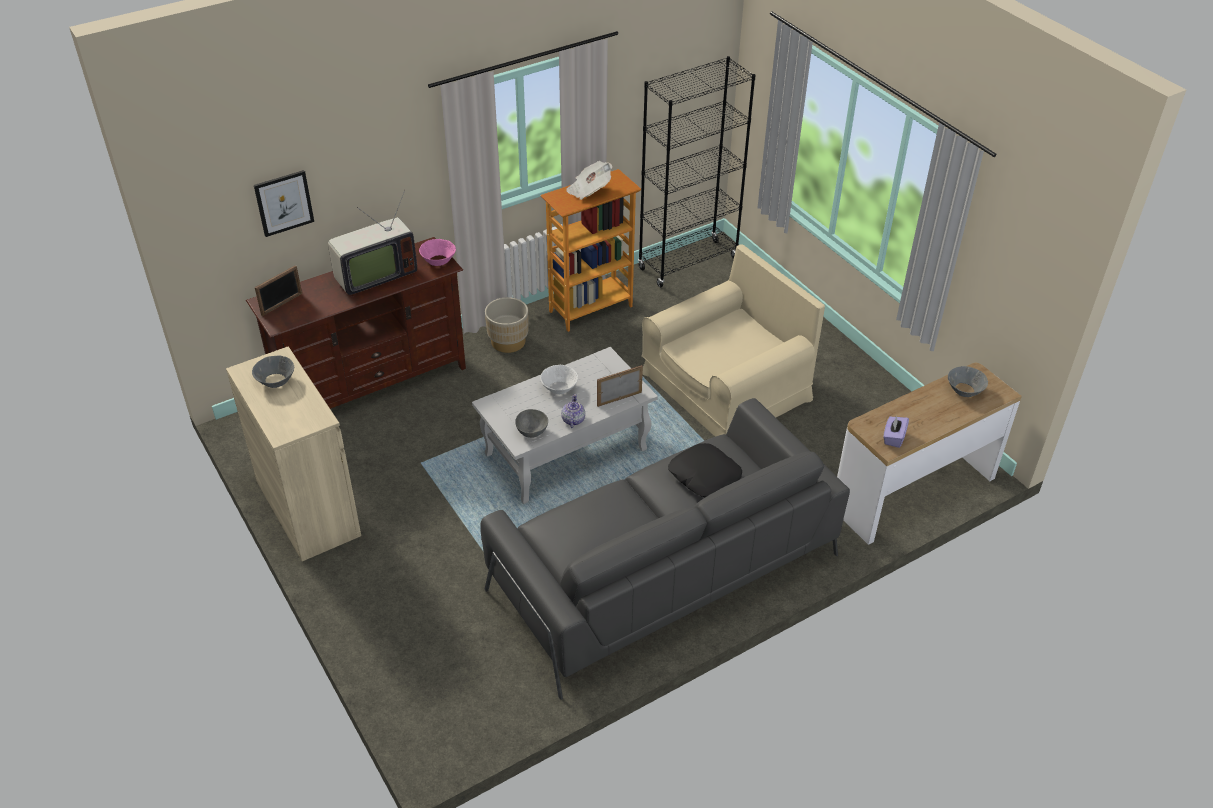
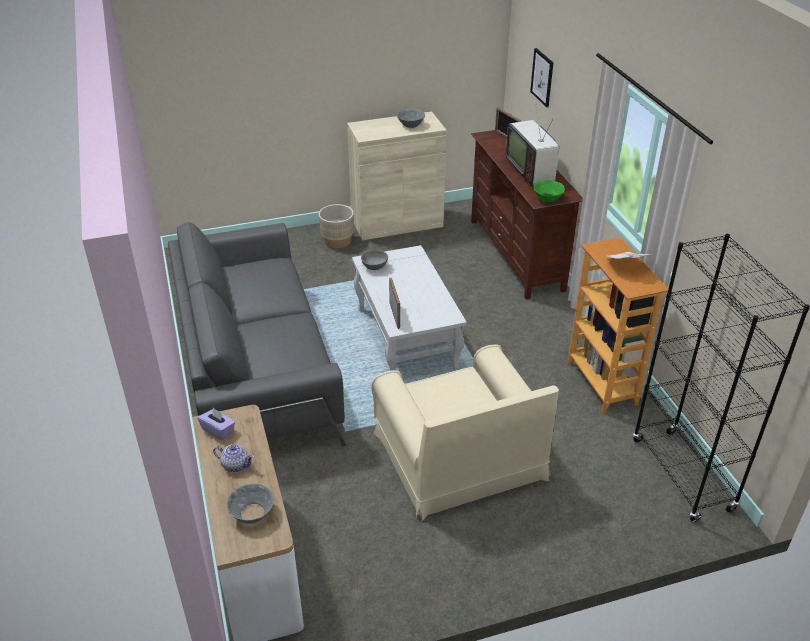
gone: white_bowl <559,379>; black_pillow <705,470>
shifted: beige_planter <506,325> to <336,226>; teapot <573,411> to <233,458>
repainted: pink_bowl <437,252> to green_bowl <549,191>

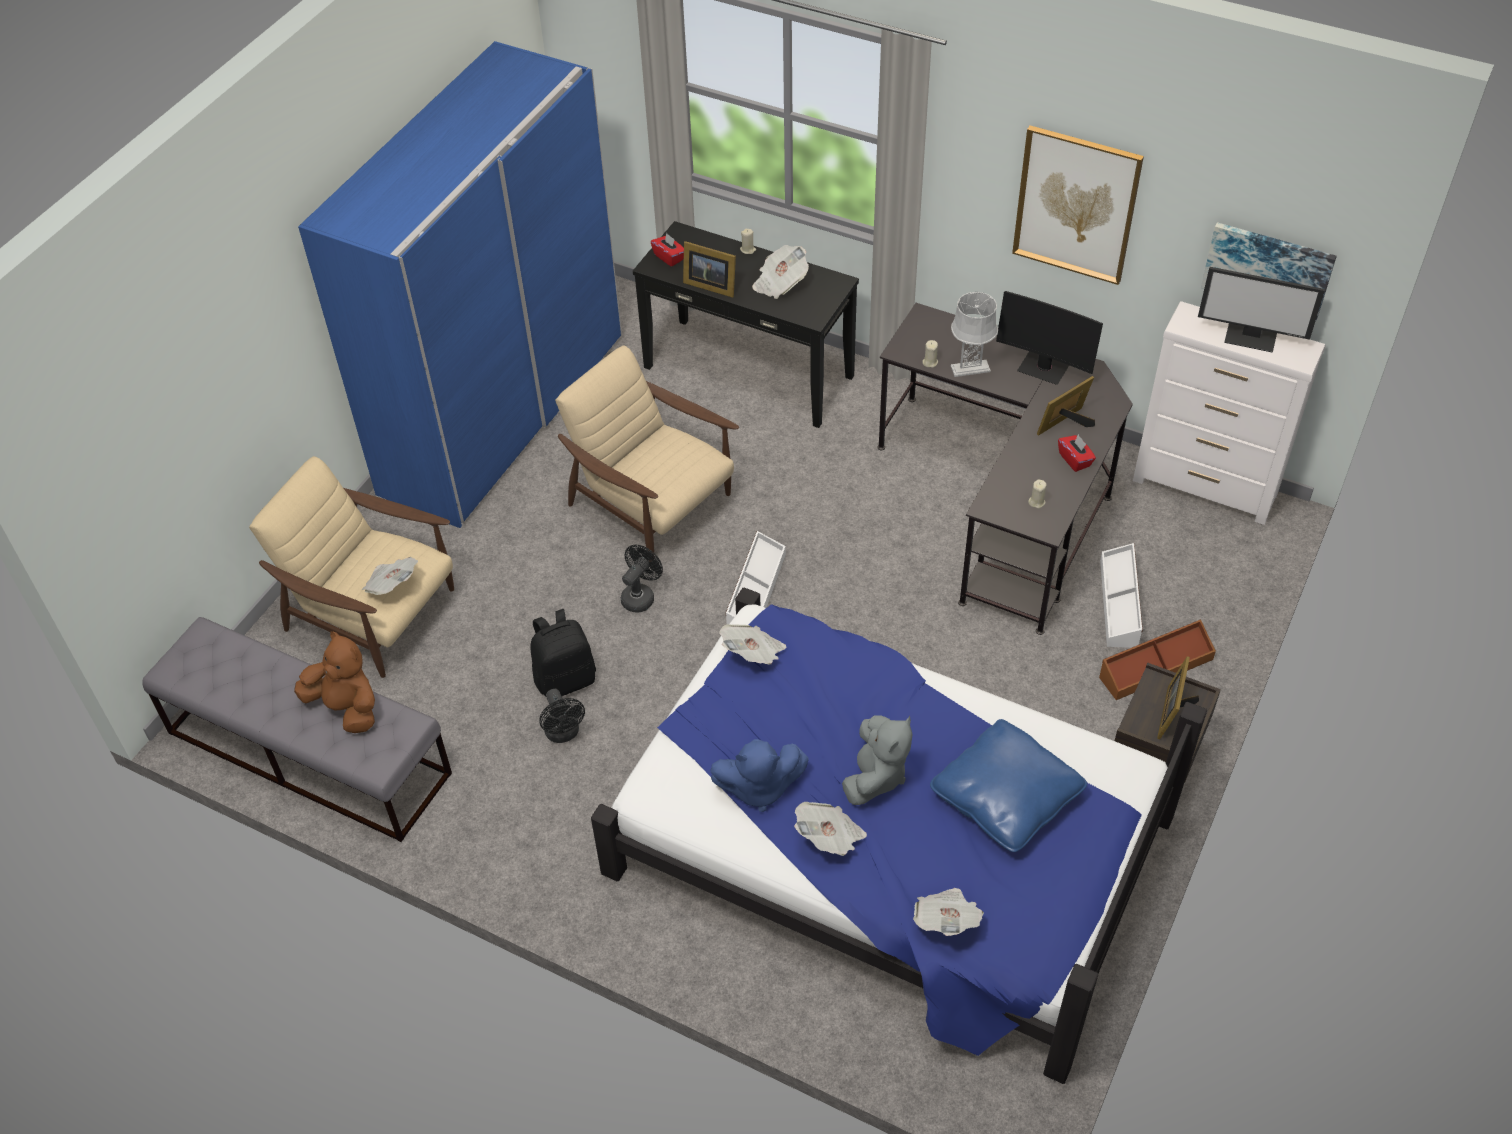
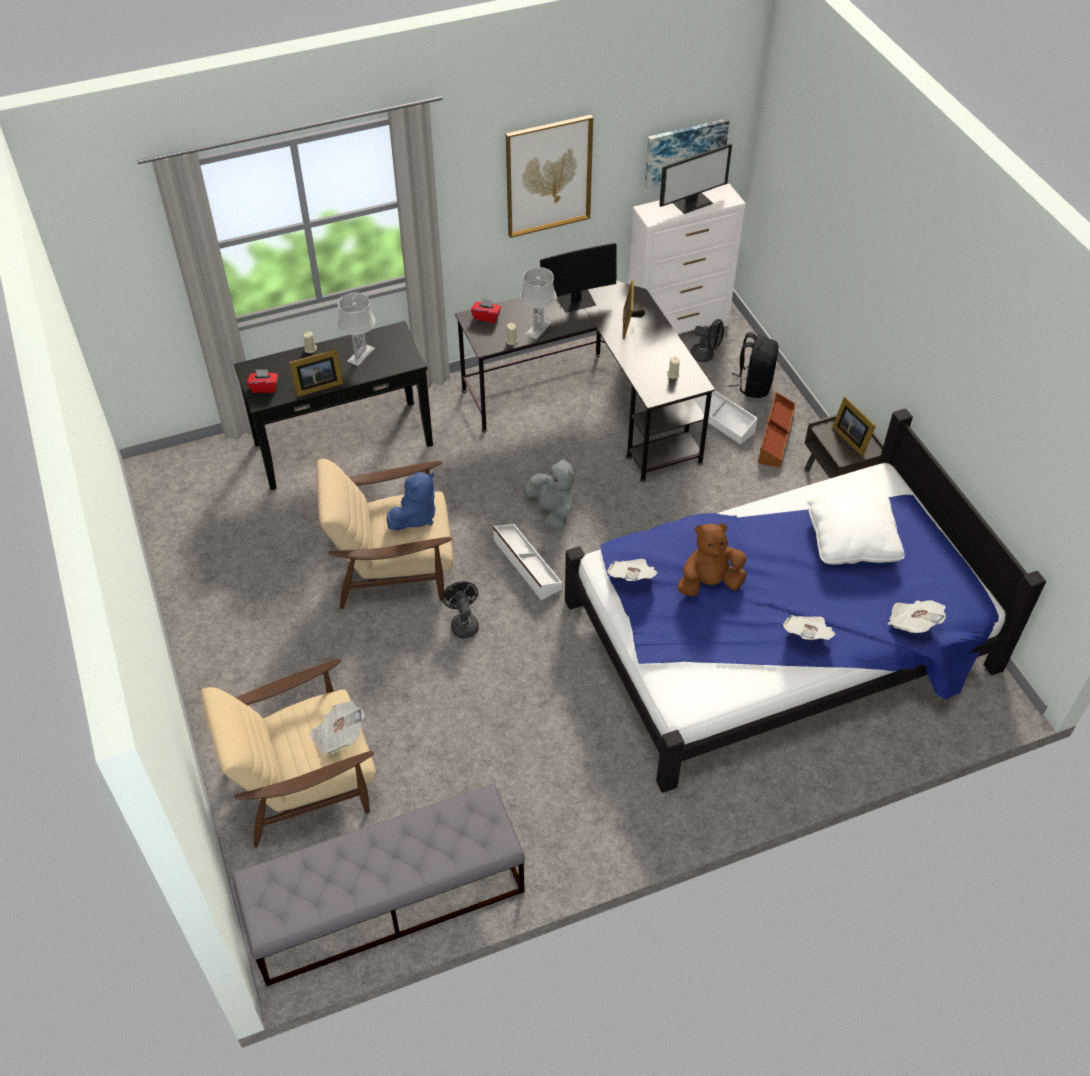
gone: blue_wardrobe <460,284>
shifted: brown_plush_toy <334,682> to <711,559>; black_backpack <563,652> to <754,365>; black_fan <562,716> to <707,340>; blue_plush_toy <760,775> to <410,501>; grey_plush_toy <877,760> to <549,493>; red_tissue_box <1077,453> to <486,310>
swapped: newspaper <780,272> to grey_table_lamp <356,329>
repainted: blue_pillow <1008,785> to white_pillow <856,529>

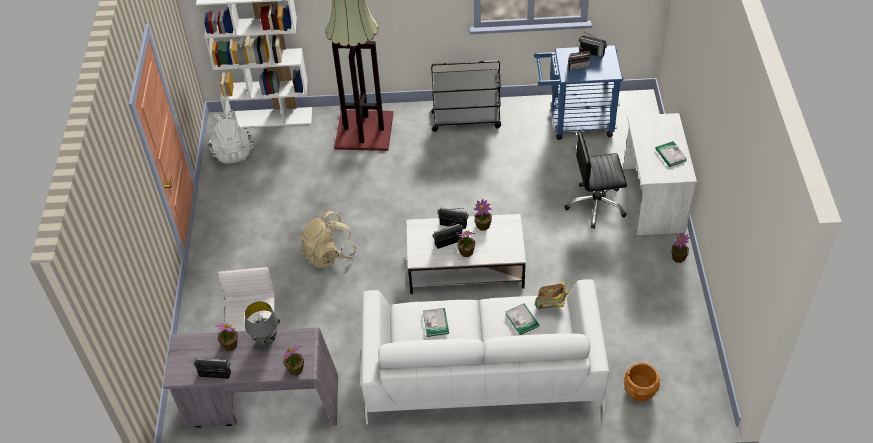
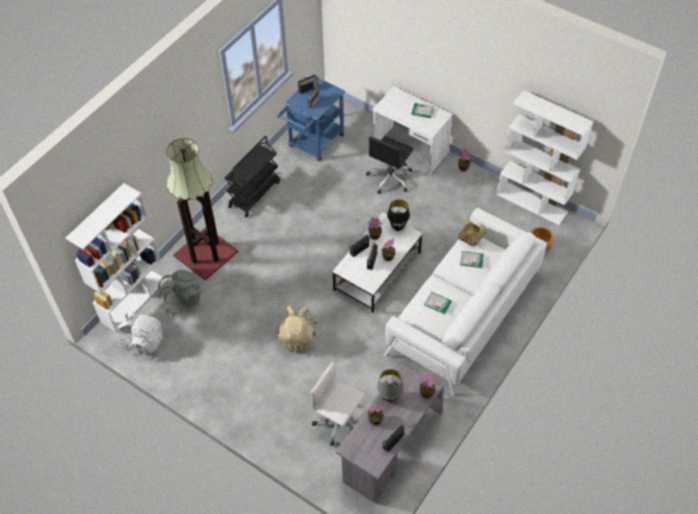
new: grey_backpack <180,292>; black_table_lamp <398,215>; white_bookcase <545,158>

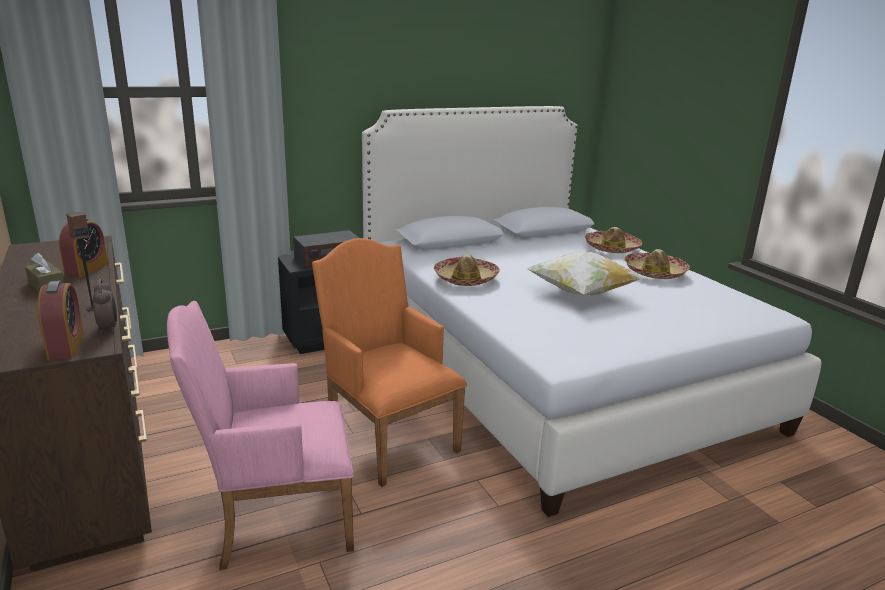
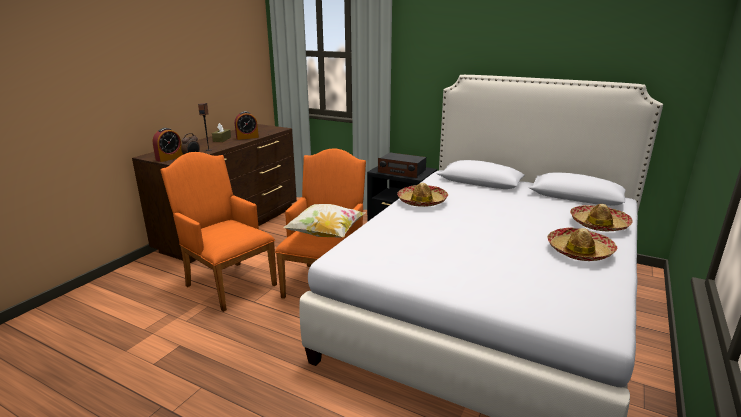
shifted: pillow <585,274> to <324,221>
repainted: pink_armchair <260,435> to orange_armchair <218,232>

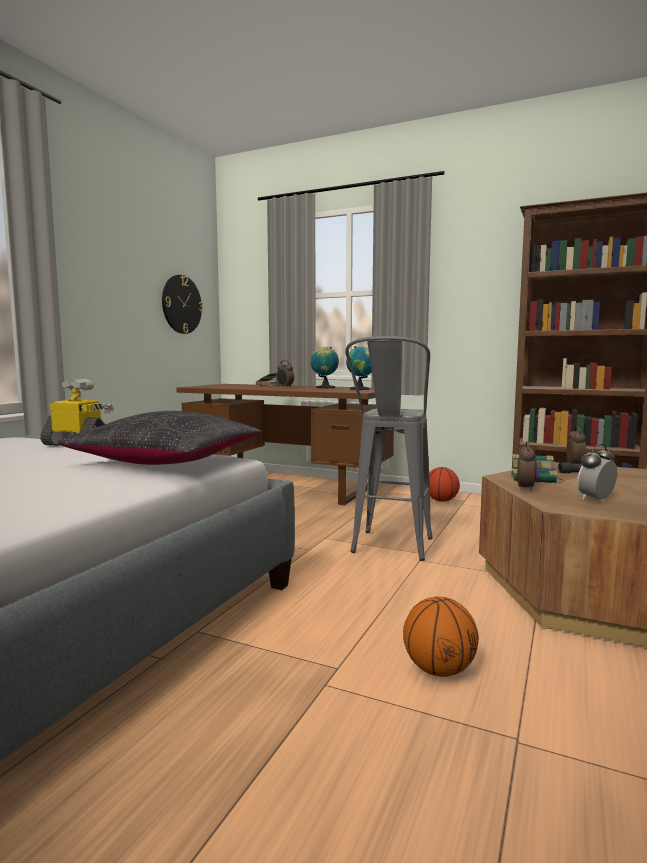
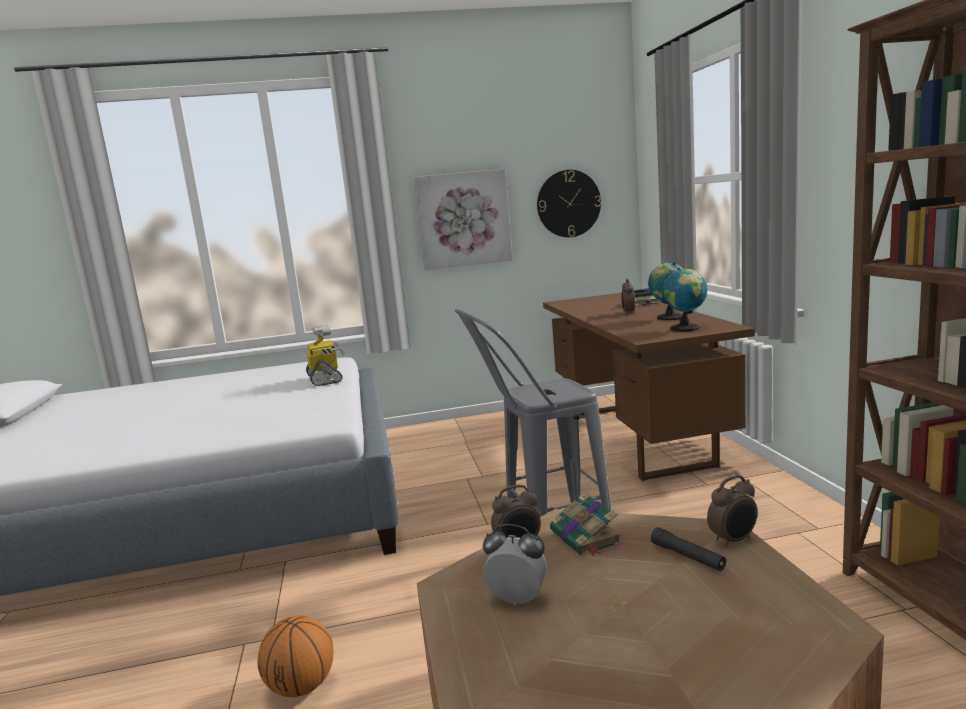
gone: black_pillow <159,438>; basketball <444,484>
new: picture <463,219>

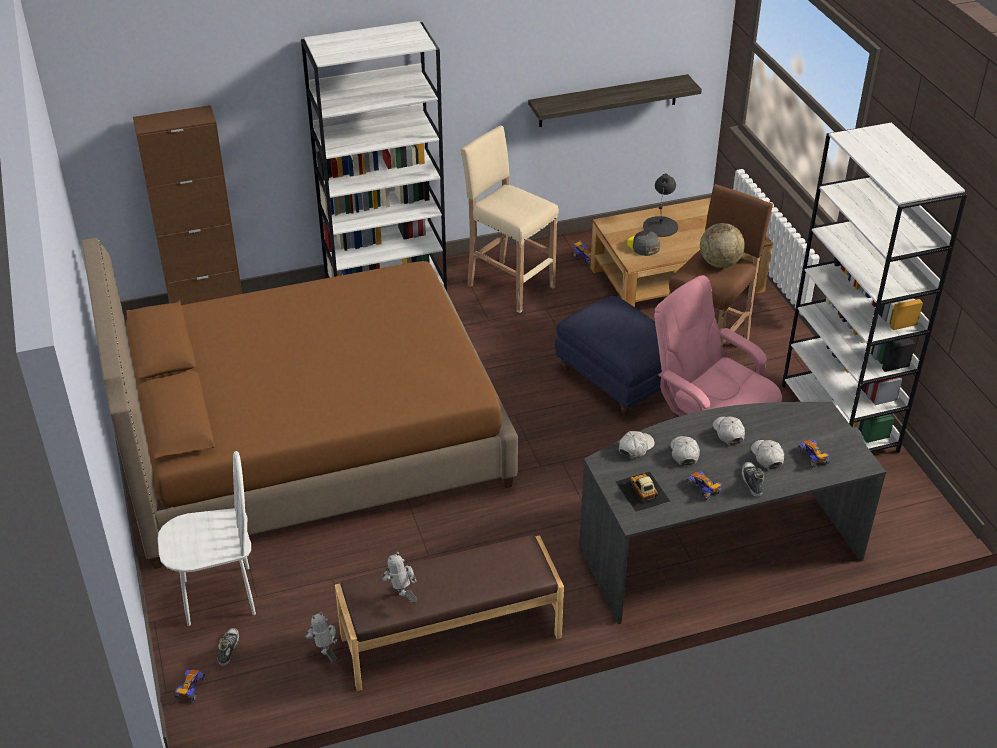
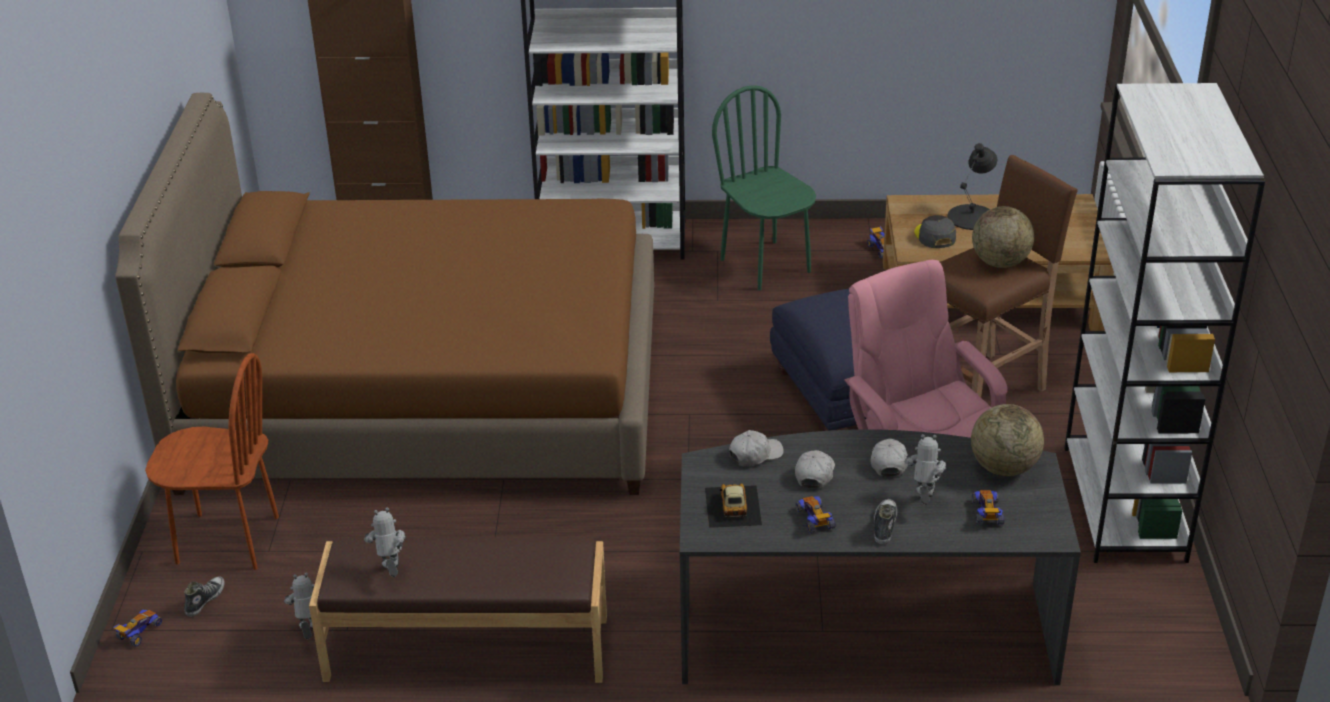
gone: shelf <615,100>
new: globe <1007,440>
swapped: beige_stool <509,219> to green_chair <764,187>; white_cap <767,454> to toy_robot <925,469>
repainted: white_chair <207,538> to brown_chair <212,461>

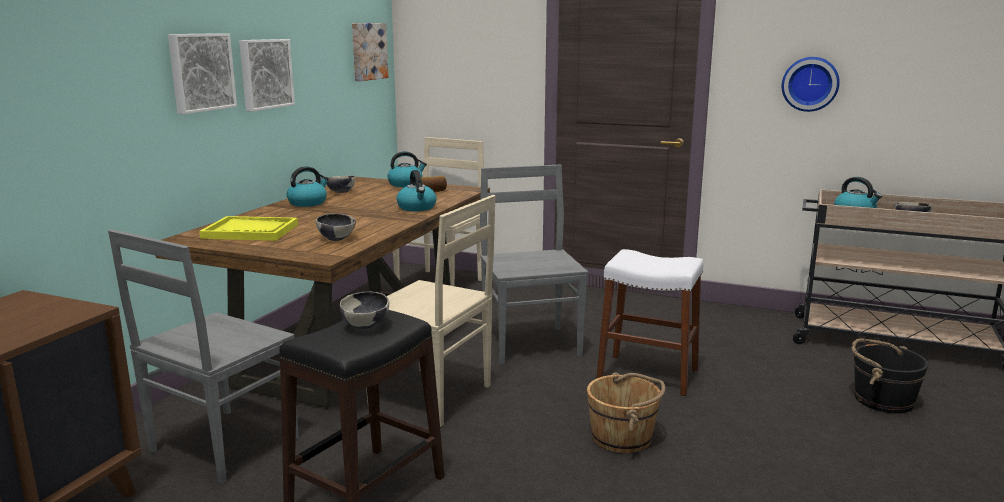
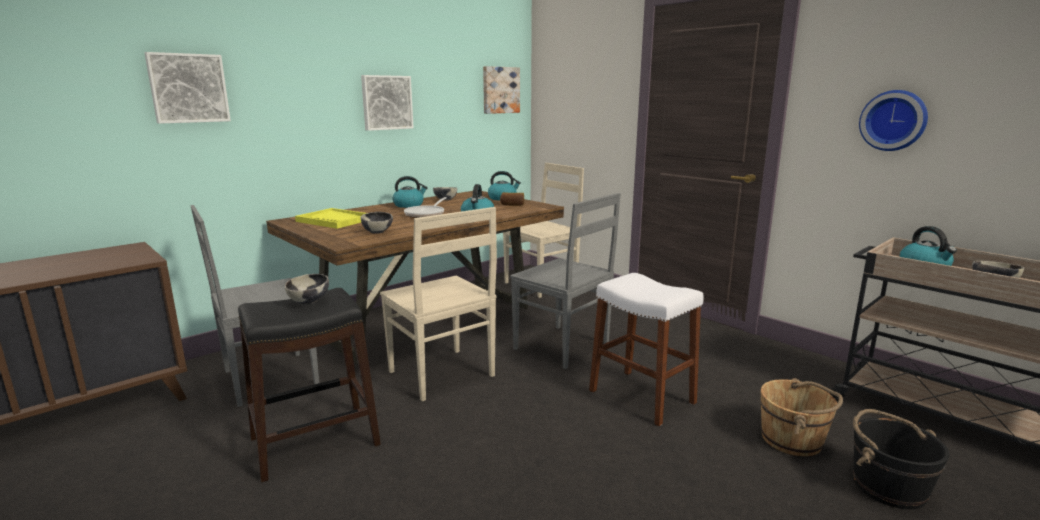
new: frying_pan <425,207>
shifted: picture <202,73> to <187,88>; brown_bucket <626,412> to <802,417>
rotated: grey_chair <534,265> = <565,281> 120 degrees clockwise

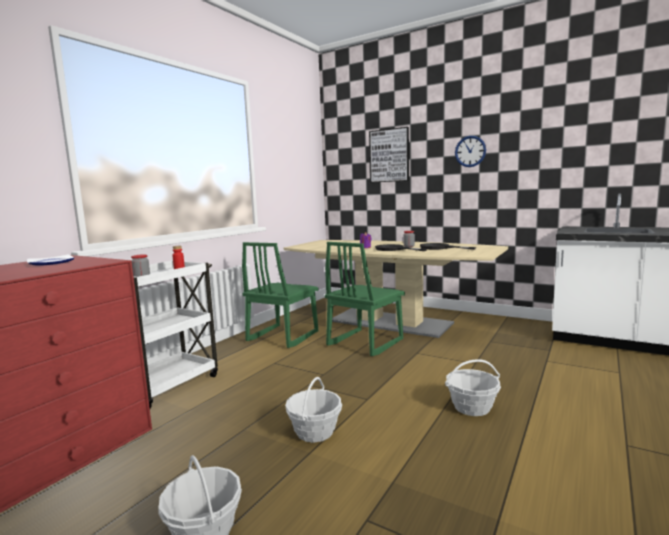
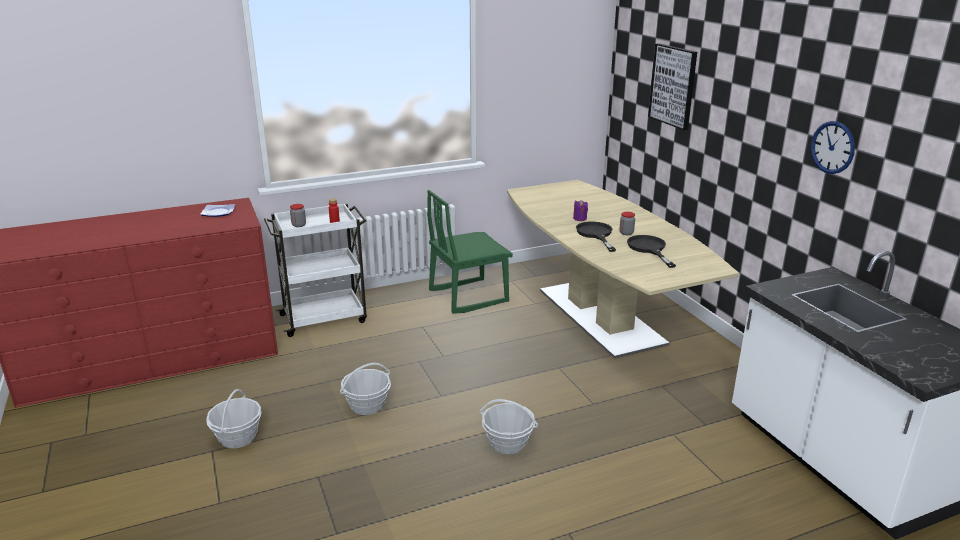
gone: green_chair <365,299>
shifted: wall_clock <470,151> to <833,147>

